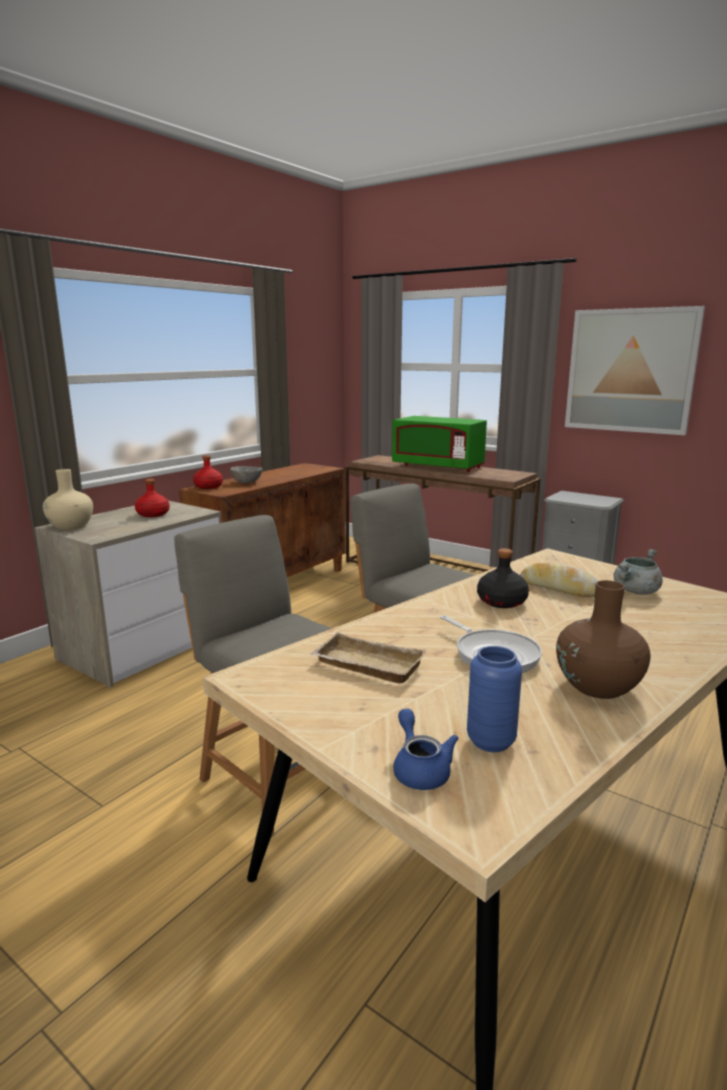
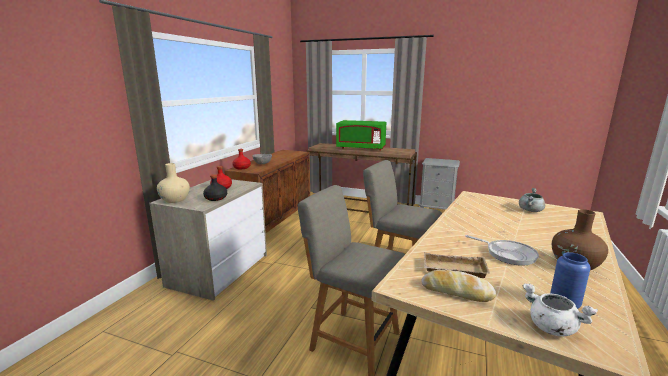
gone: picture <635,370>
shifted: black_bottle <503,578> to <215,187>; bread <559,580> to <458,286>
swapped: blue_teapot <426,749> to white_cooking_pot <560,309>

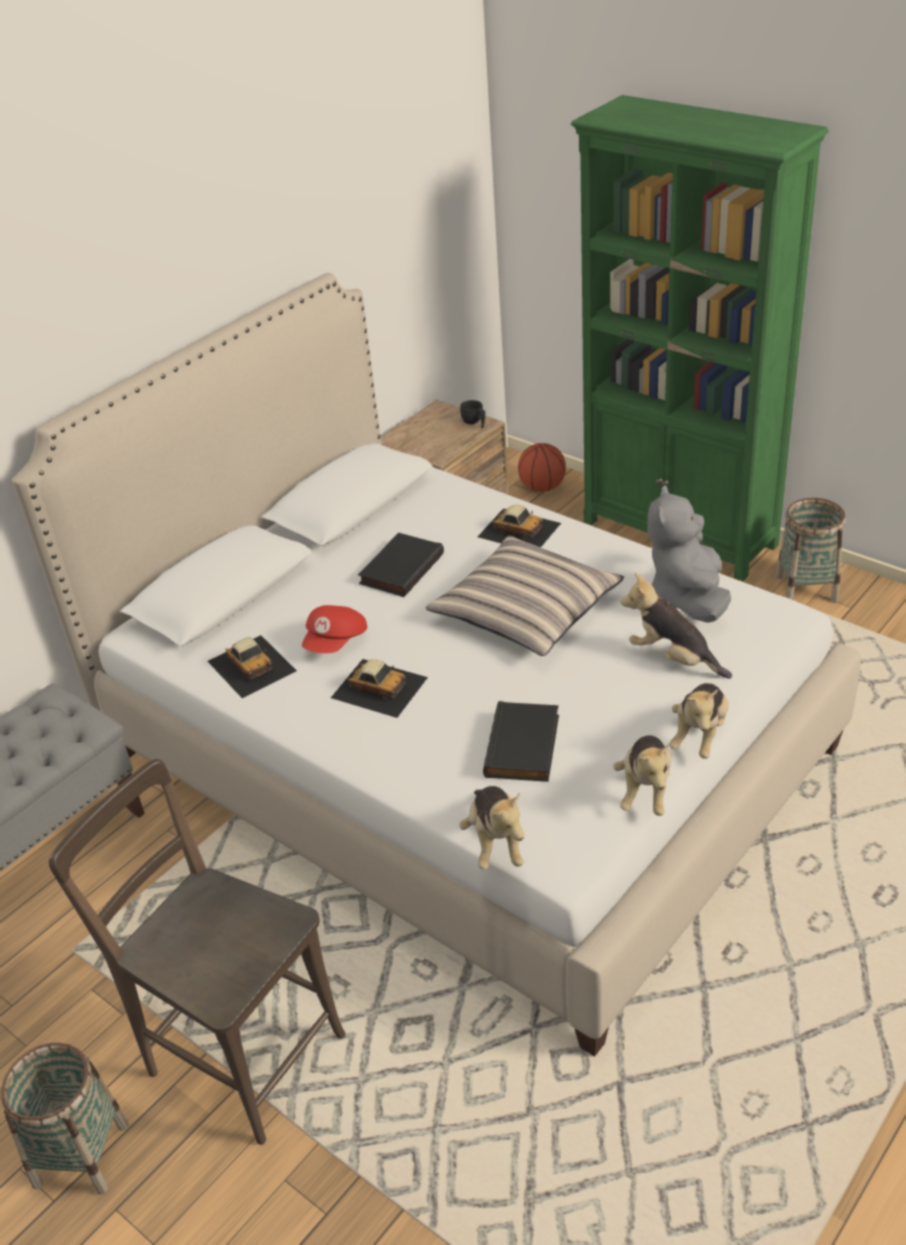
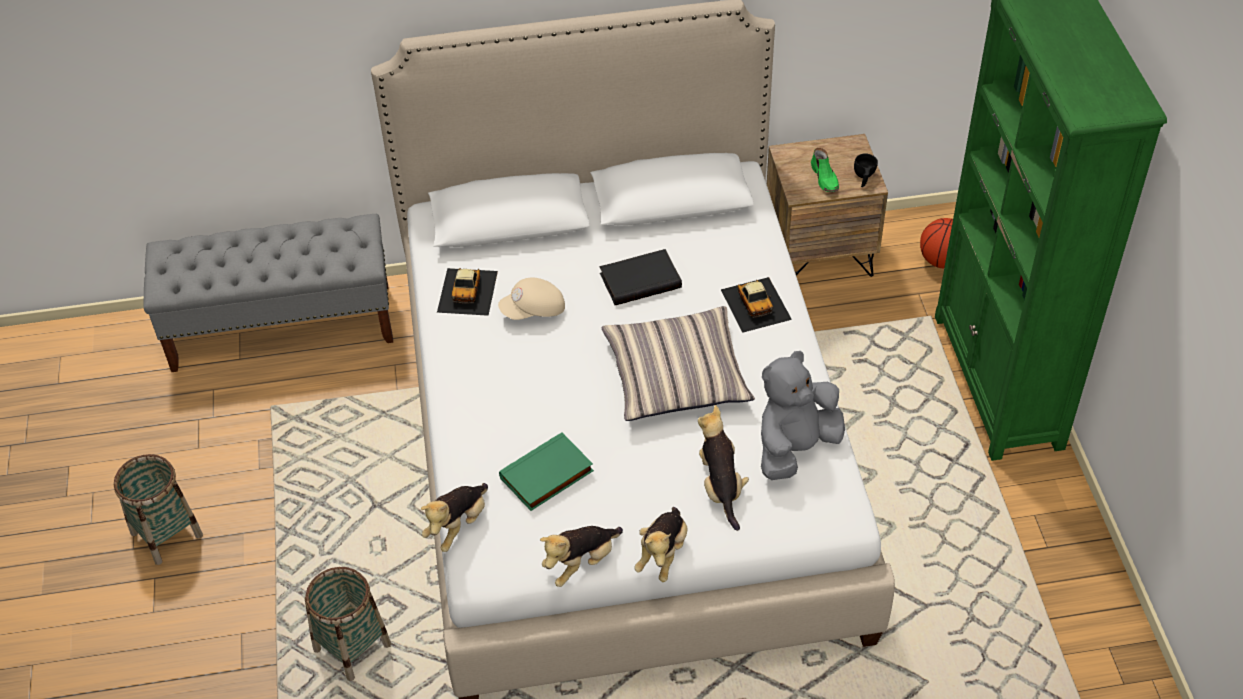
gone: brown_chair <197,952>; toy_car <379,688>
new: green_shoe <825,170>
shifted: basket <811,550> to <347,624>
repainted: red_cap <334,629> to beige_cap <531,299>; black_book <521,741> to green_book <546,471>
rotated: plush_toy <699,721> = <661,544> 45 degrees counterclockwise

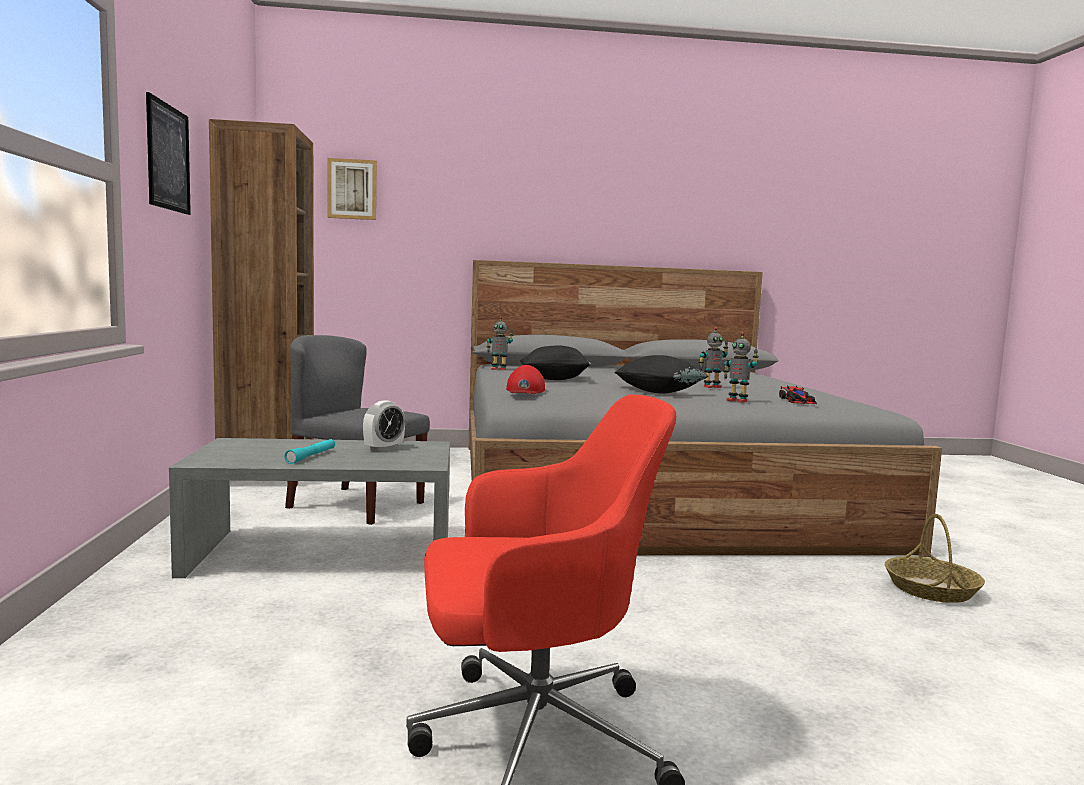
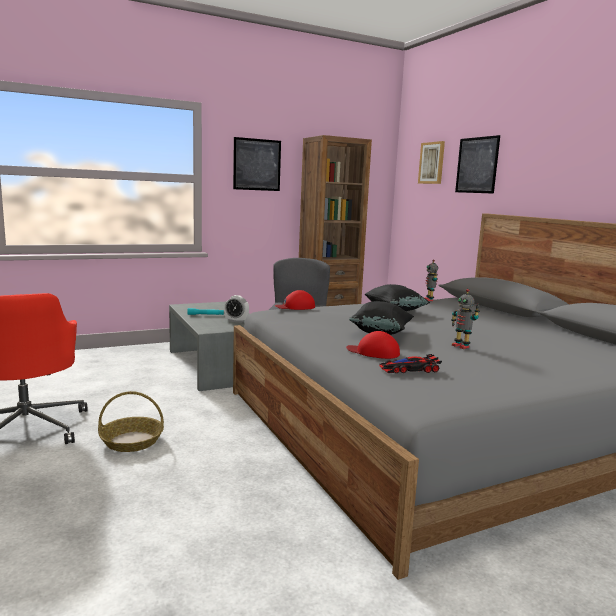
new: picture <477,164>
shifted: basket <935,558> to <131,421>
swapped: toy_robot <741,367> to red_cap <373,345>

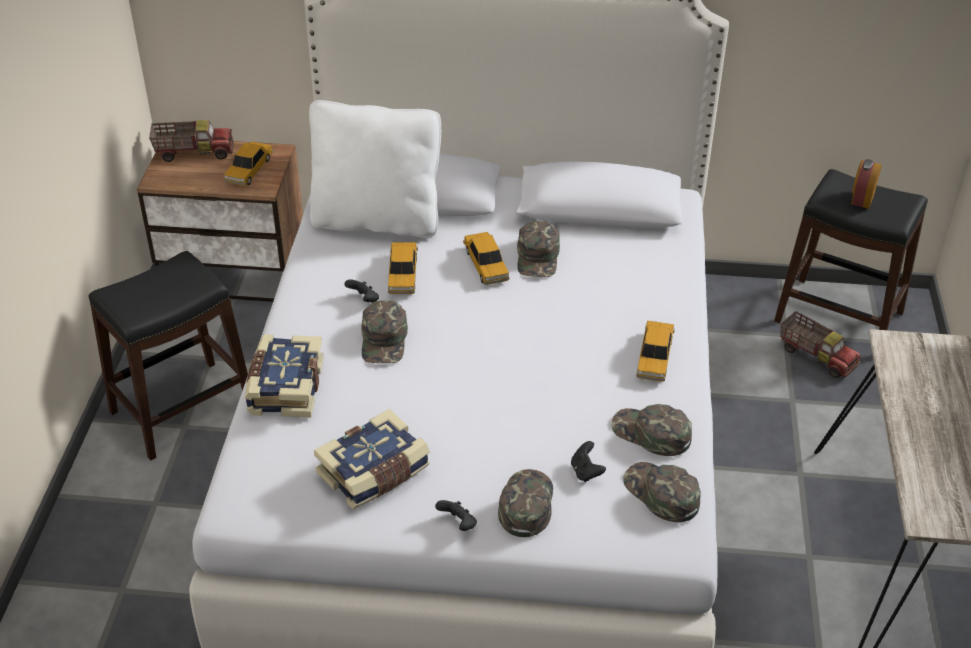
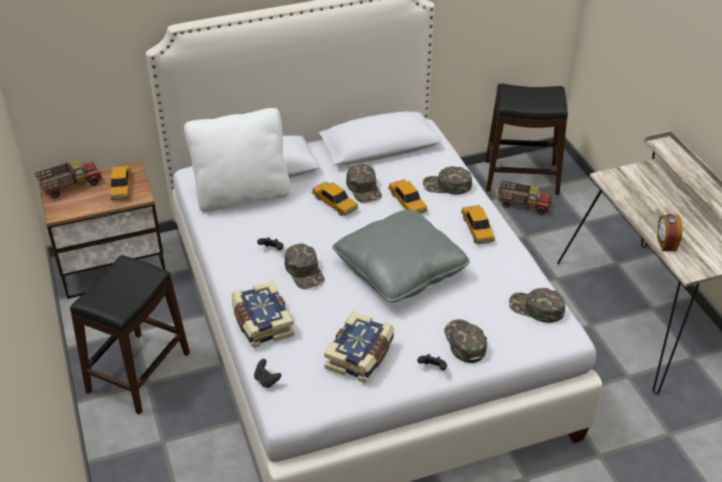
new: grey_pillow <401,255>
shifted: toy_car <403,268> to <407,196>; black_game_controller <588,461> to <268,373>; green_cap <652,430> to <447,180>; alarm_clock <866,184> to <670,232>

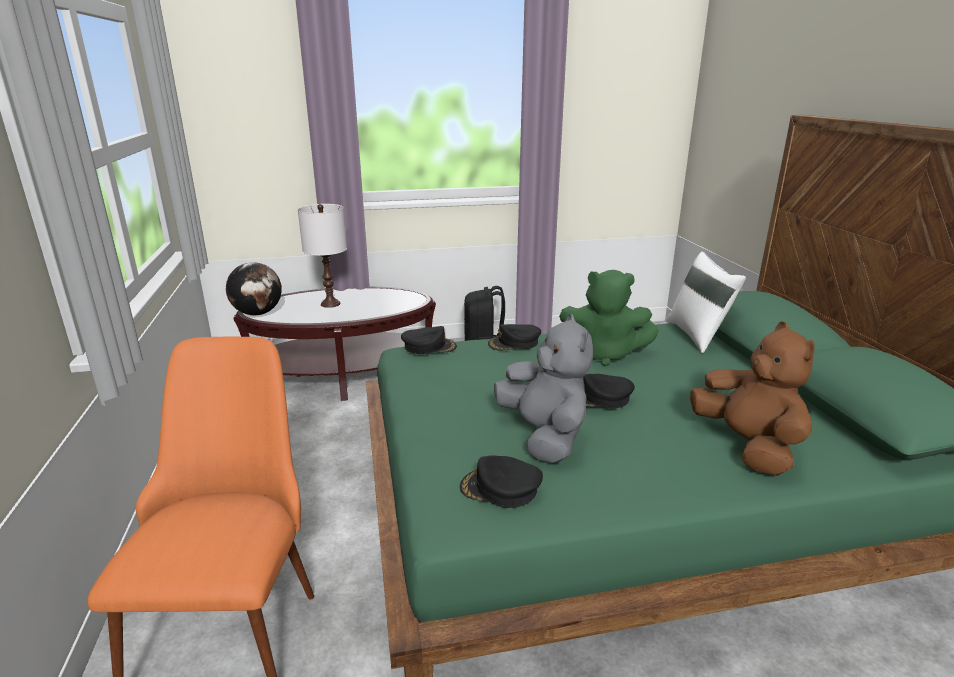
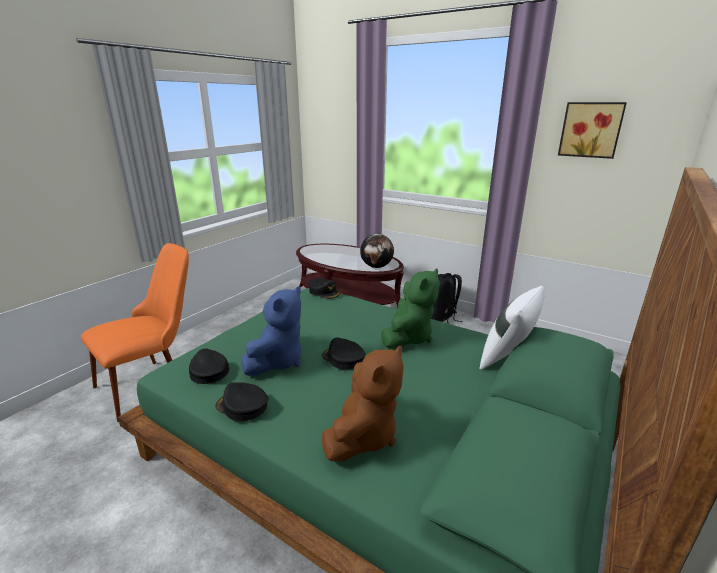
gone: white_table_lamp <322,256>
new: picture <592,130>
shifted: globe <254,288> to <377,251>; black_cap <514,337> to <242,401>
repainted: grey_plush_toy <543,389> to blue_plush_toy <271,331>
rotated: green_plush_toy <609,318> = <410,308> 120 degrees counterclockwise

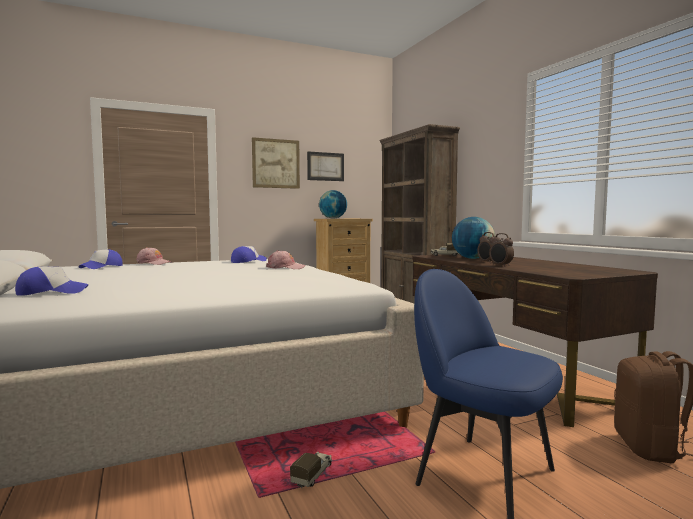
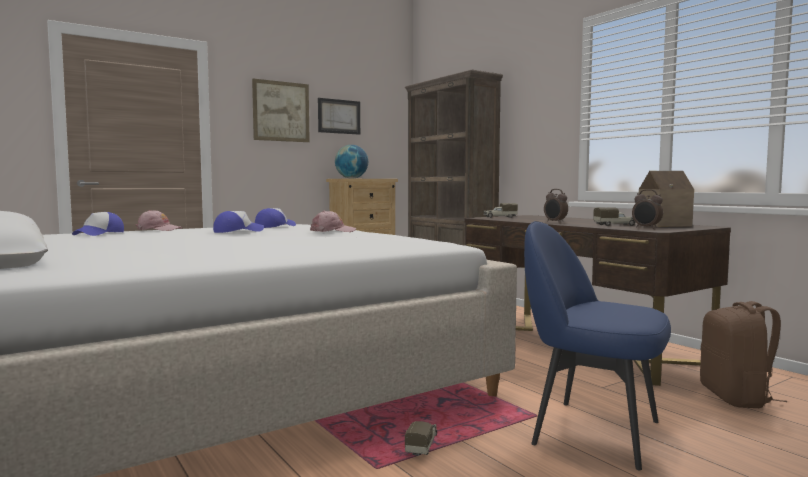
gone: globe <473,238>
new: toy_truck <614,216>; toy_house <666,199>
shifted: cap <52,281> to <238,222>; alarm_clock <501,250> to <647,209>

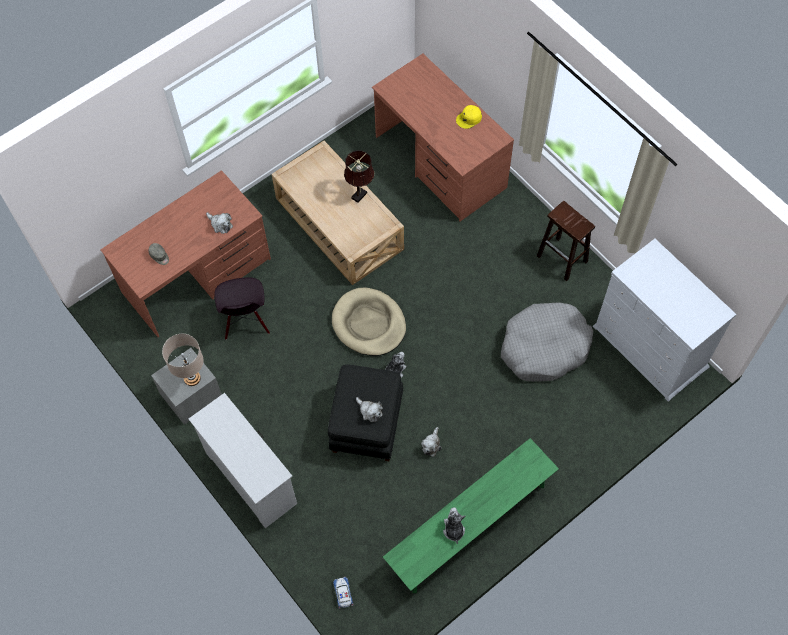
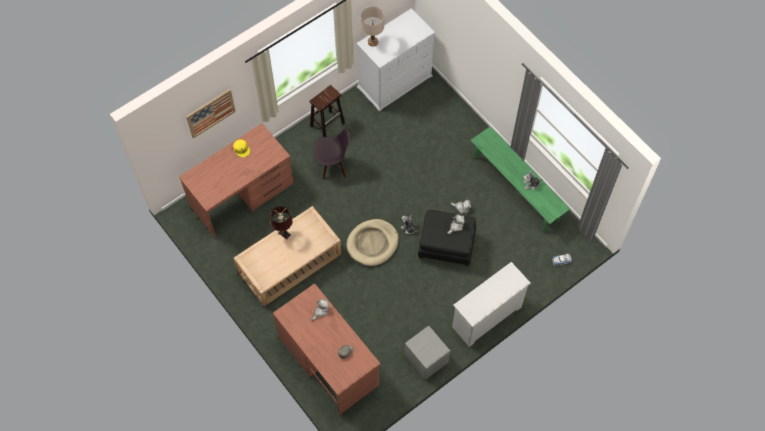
gone: grey_dog_bed <547,342>
new: picture <211,114>
shifted: beige_table_lamp <182,360> to <372,26>; black_chair <242,308> to <332,154>

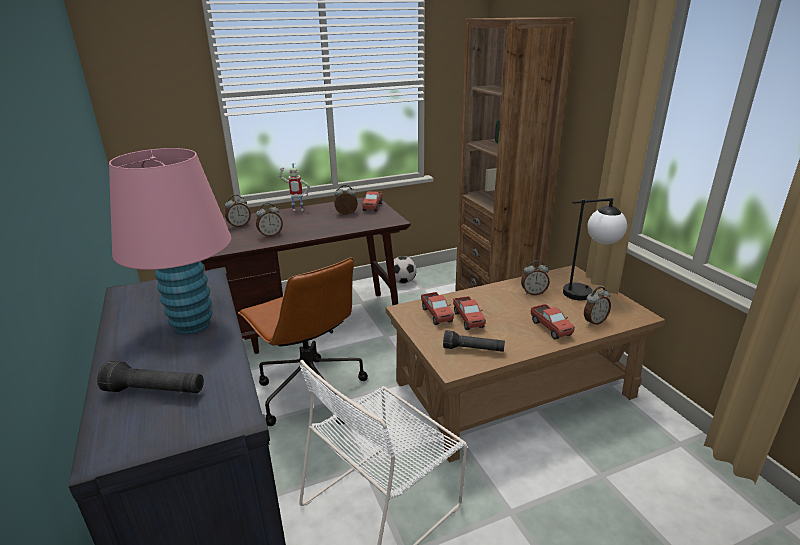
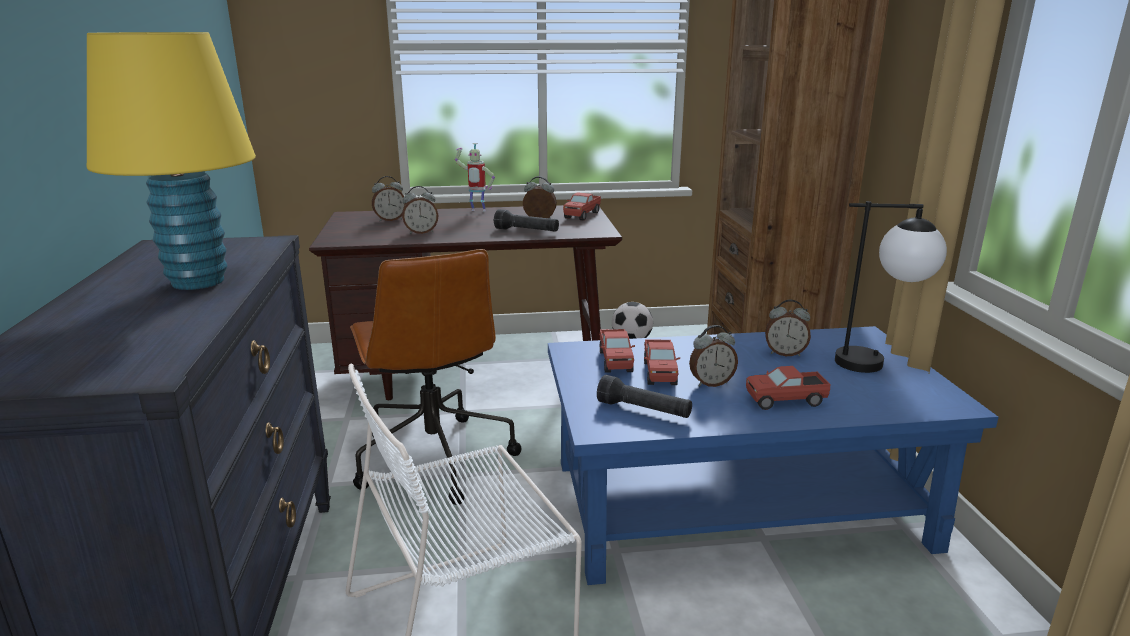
shifted: black_flashlight <150,377> to <526,220>; alarm_clock <597,305> to <713,356>
repainted: pink_table_lamp <170,241> to yellow_table_lamp <171,161>; brown_coffee_table <525,364> to blue_coffee_table <773,455>
rotated: toy_truck <553,321> = <788,388> 90 degrees clockwise

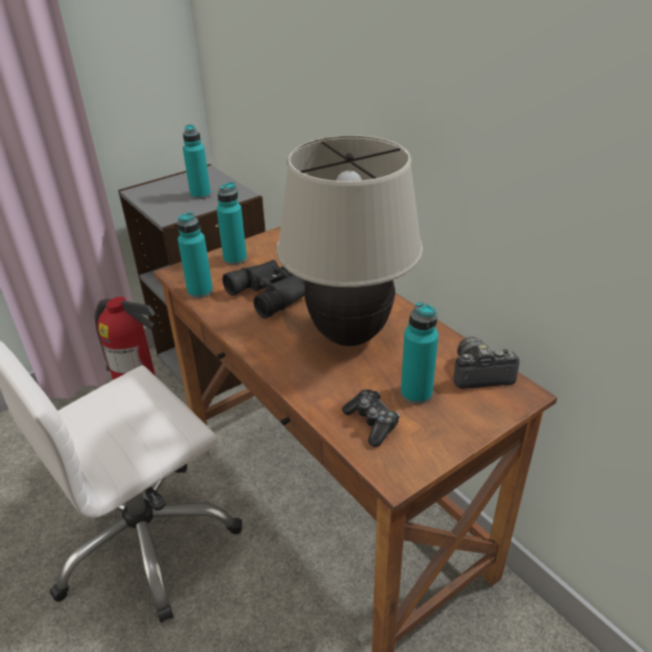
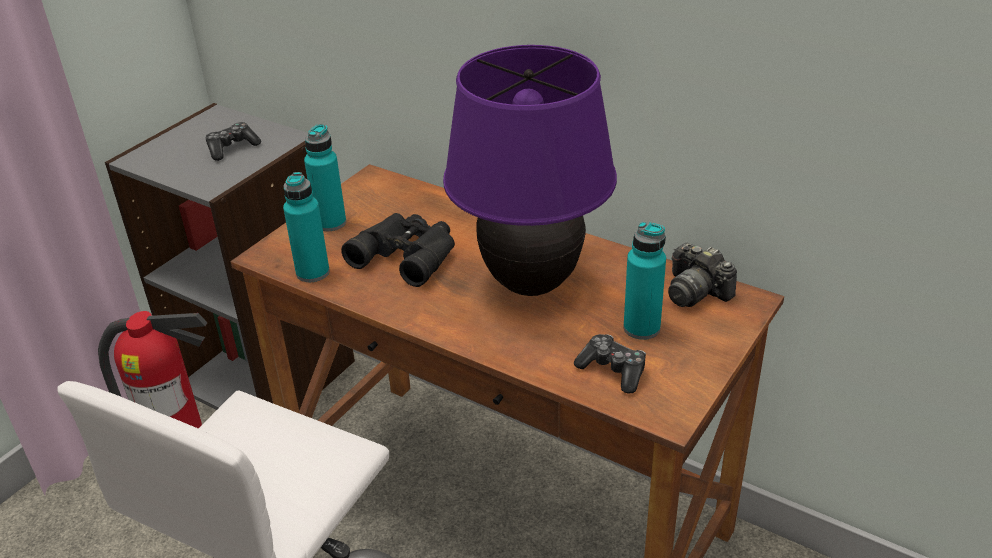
swapped: turquoise_bottle <197,162> to game_controller <233,141>
repainted: beige_table_lamp <350,240> to purple_table_lamp <530,170>
rotated: photo_camera <486,363> = <702,275> 105 degrees counterclockwise

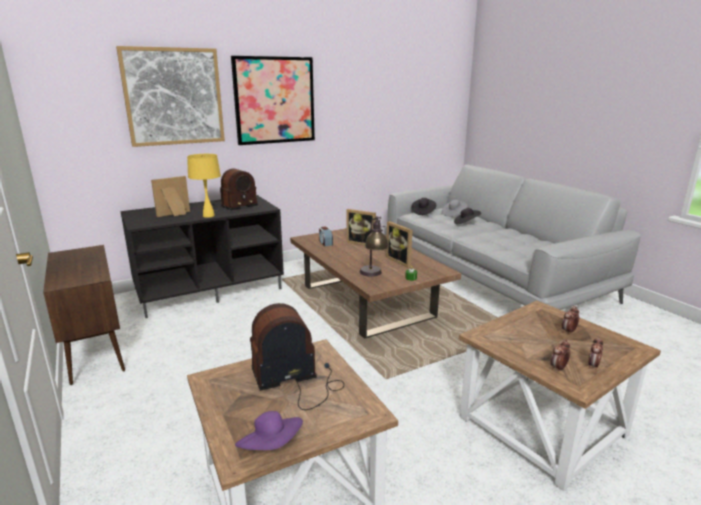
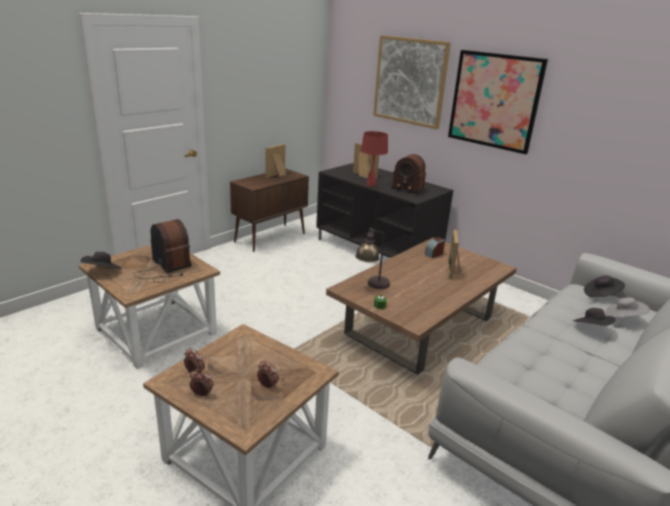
shifted: picture_frame <399,244> to <275,161>
repainted: yellow_table_lamp <204,186> to red_table_lamp <374,159>; purple_hat <269,430> to black_hat <101,260>

